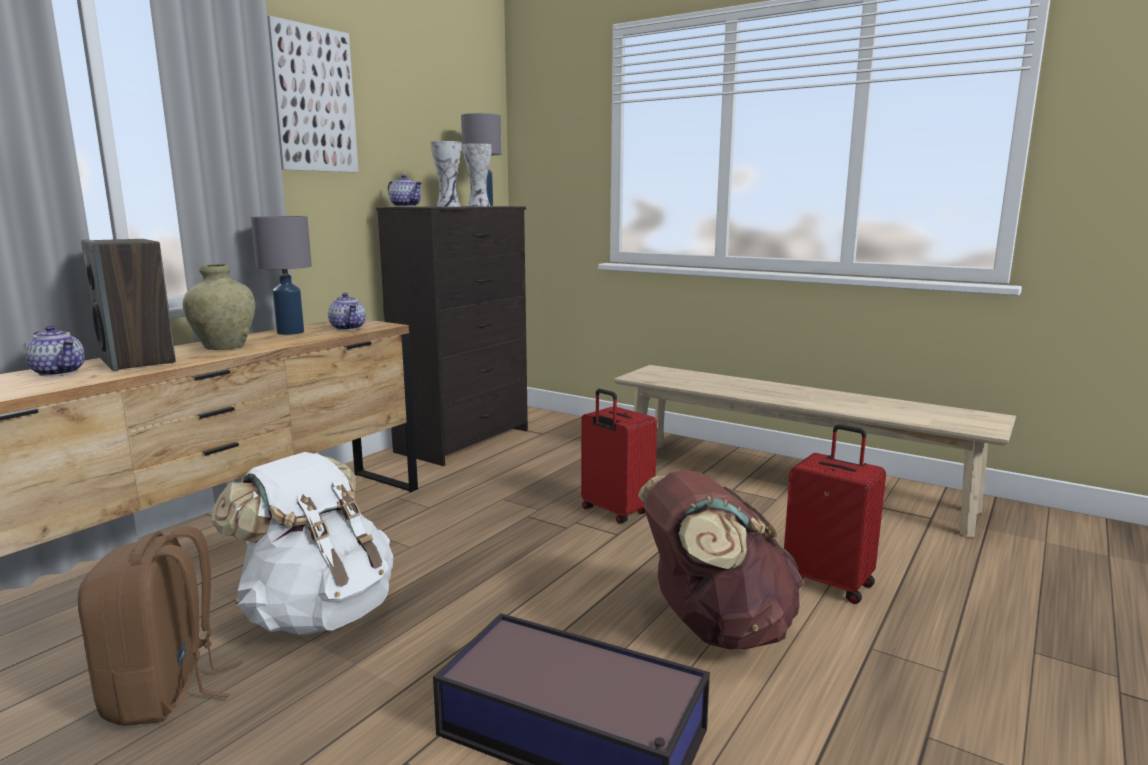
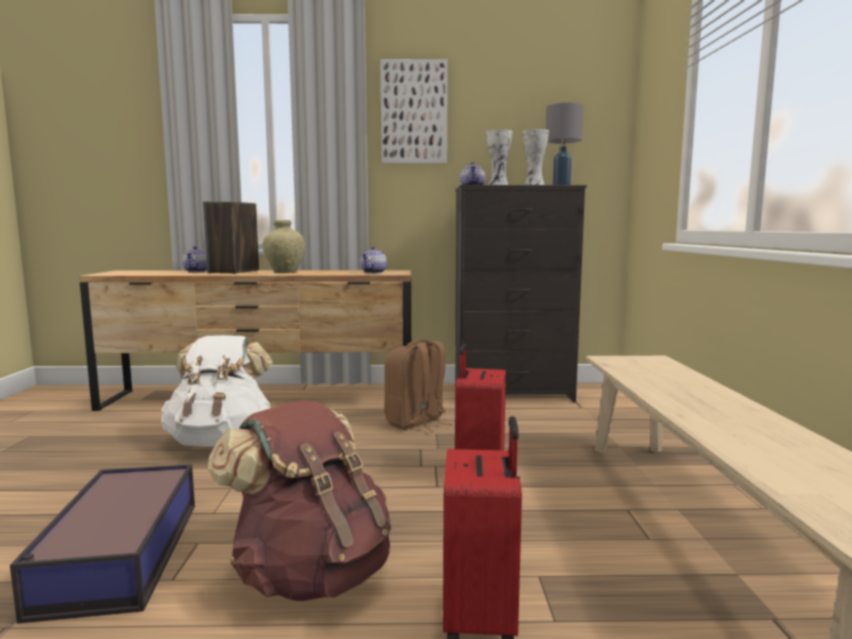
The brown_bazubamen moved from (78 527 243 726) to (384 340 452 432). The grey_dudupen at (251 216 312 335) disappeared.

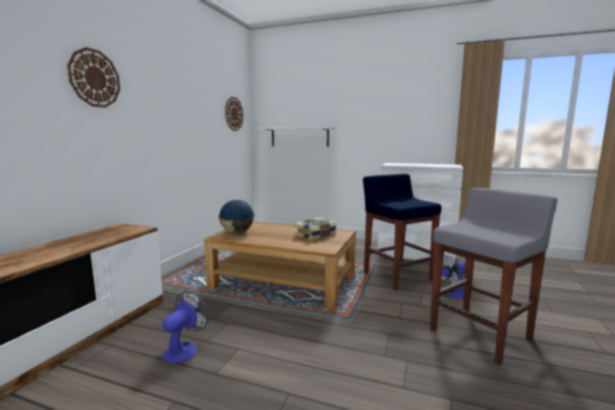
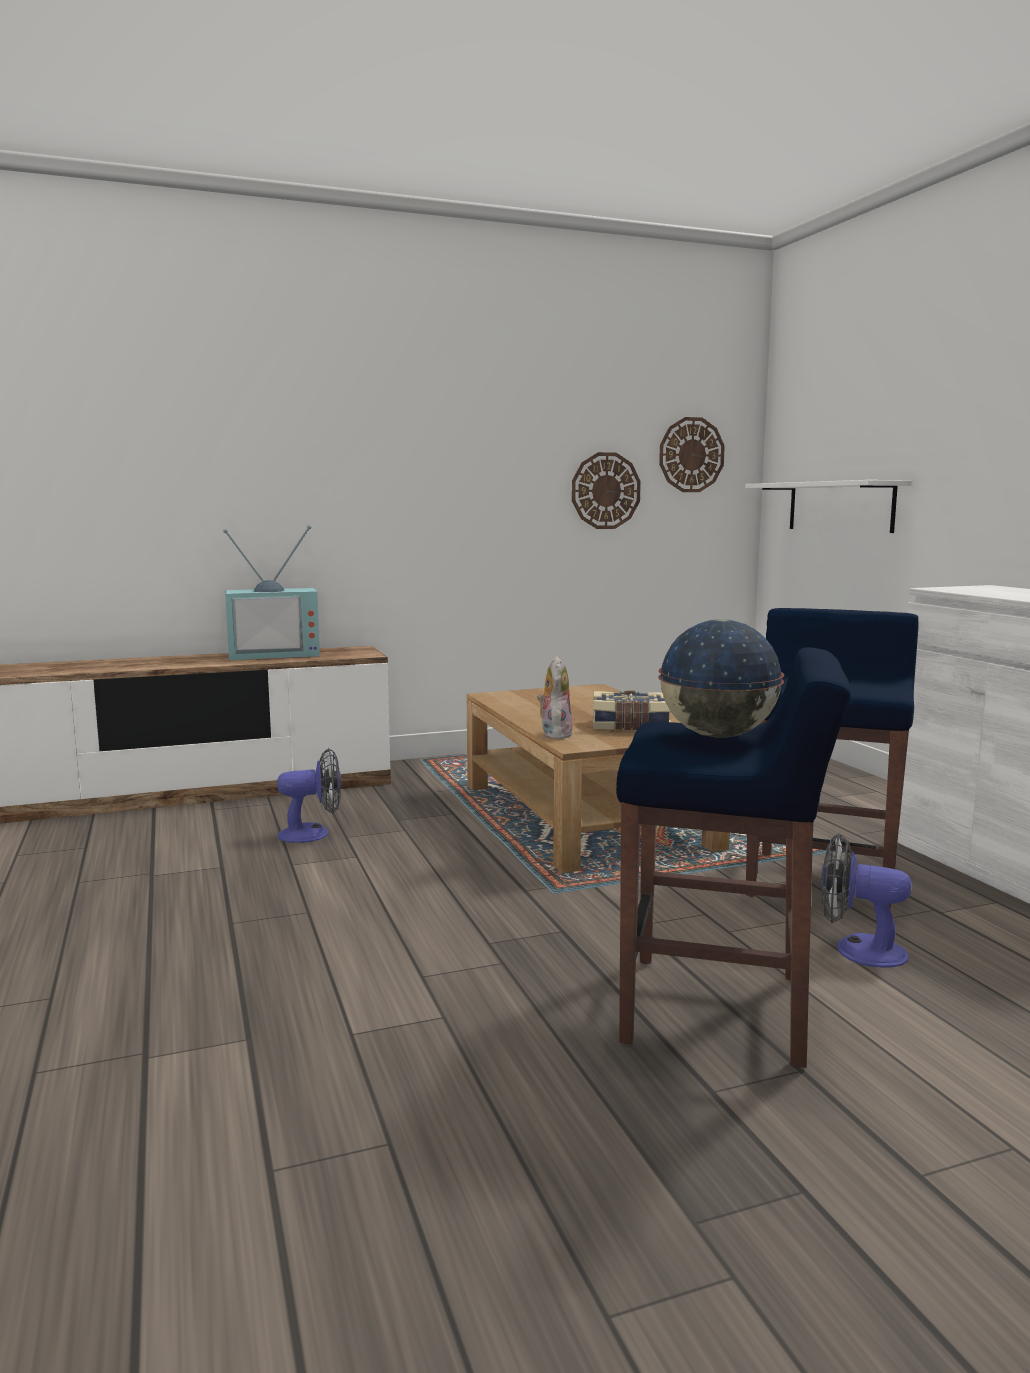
The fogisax moved from (67 47 120 108) to (572 452 641 529). The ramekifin moved from (219 200 254 234) to (658 619 784 738). The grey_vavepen at (430 188 558 365) became the blue_vavepen at (616 647 851 1068). The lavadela at (223 525 320 660) appeared. The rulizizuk at (537 657 573 739) appeared.

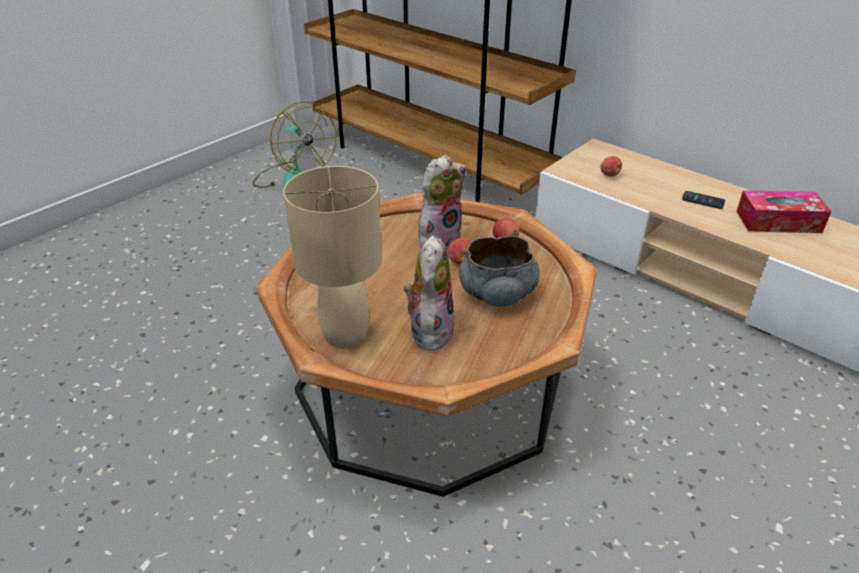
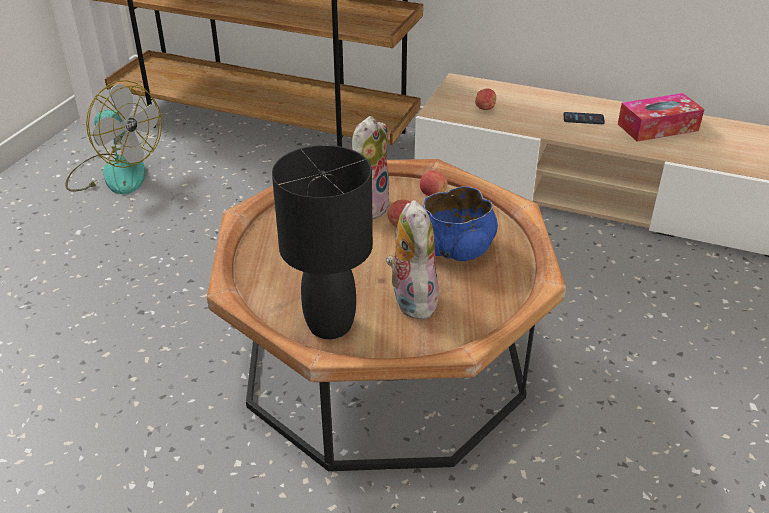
The beige_dudupen at (283 166 382 349) became the black_dudupen at (272 145 373 339). The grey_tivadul at (459 236 540 306) became the blue_tivadul at (423 187 498 261).

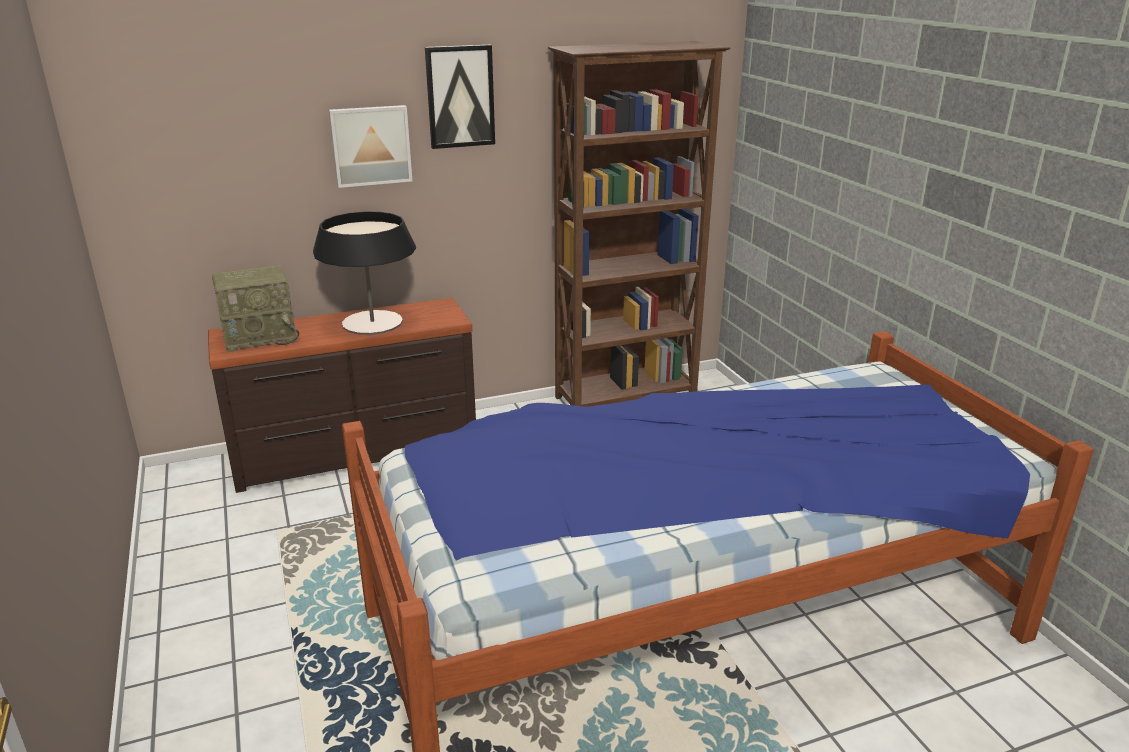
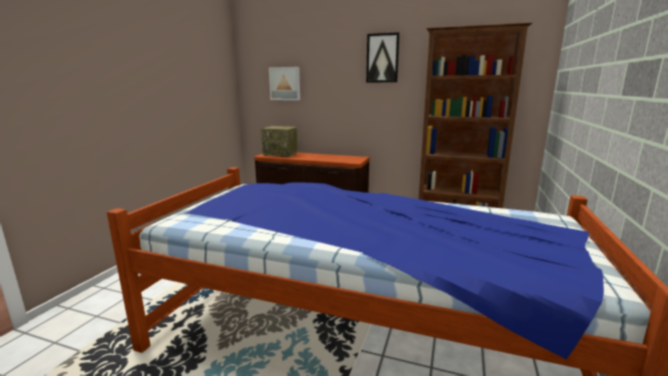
The dudupen at (313 212 416 335) disappeared. The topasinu moved from (329 105 412 188) to (269 67 300 100).

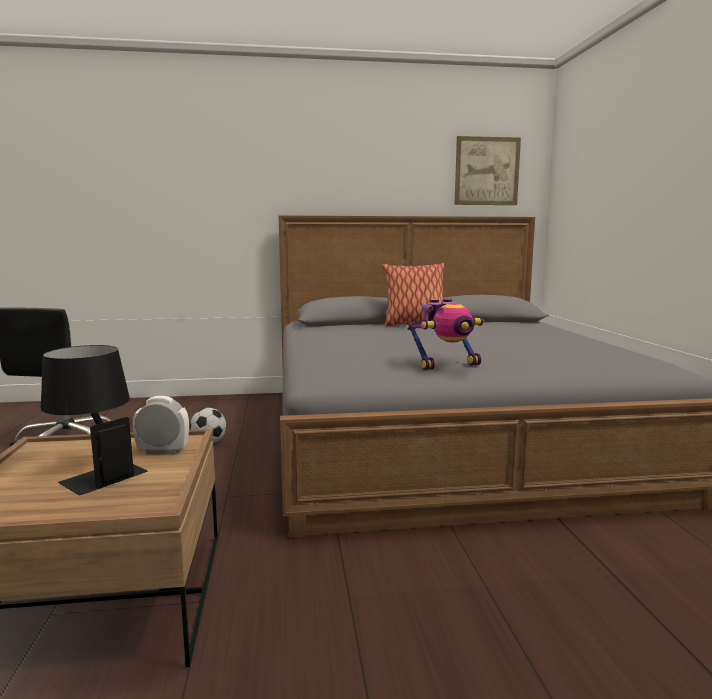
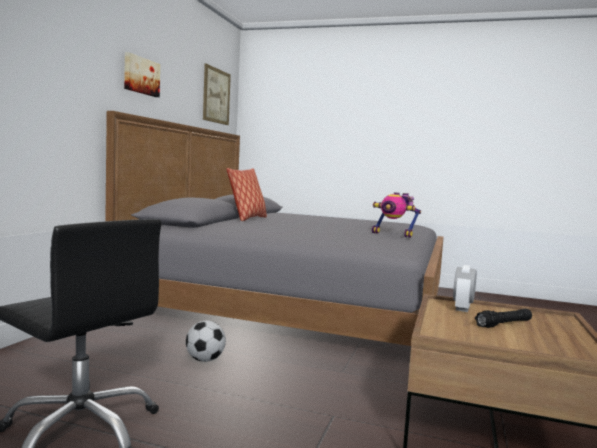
The black_dudupen at (41 345 147 495) was replaced by the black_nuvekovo at (475 309 532 328). The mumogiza at (407 299 484 370) turned 120 degrees clockwise. The topasinu at (124 52 160 97) appeared.

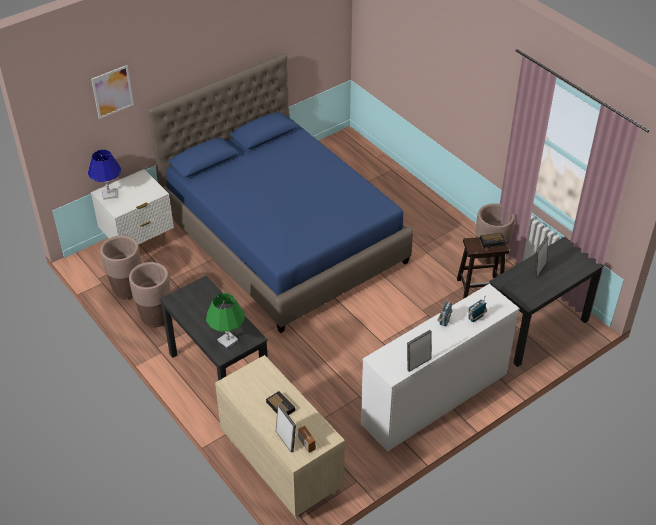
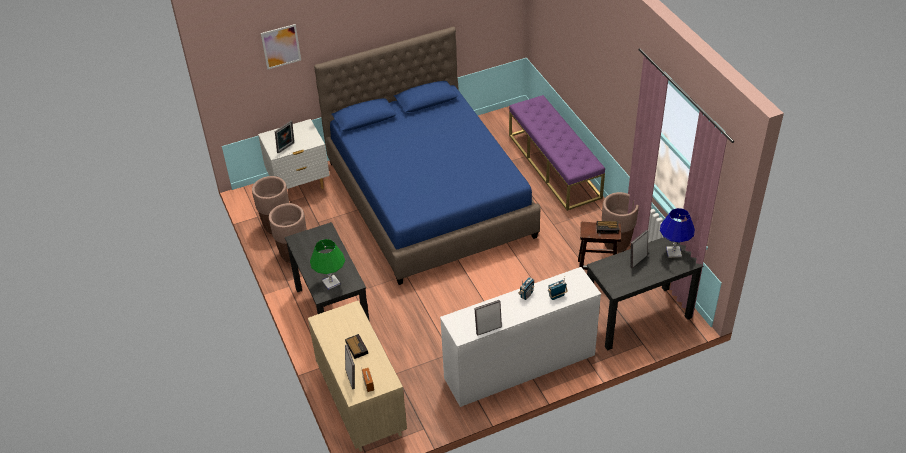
The blue_dudupen moved from (88 150 121 200) to (660 208 695 258). The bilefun at (275 121 294 154) appeared. The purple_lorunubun at (509 95 605 211) appeared.

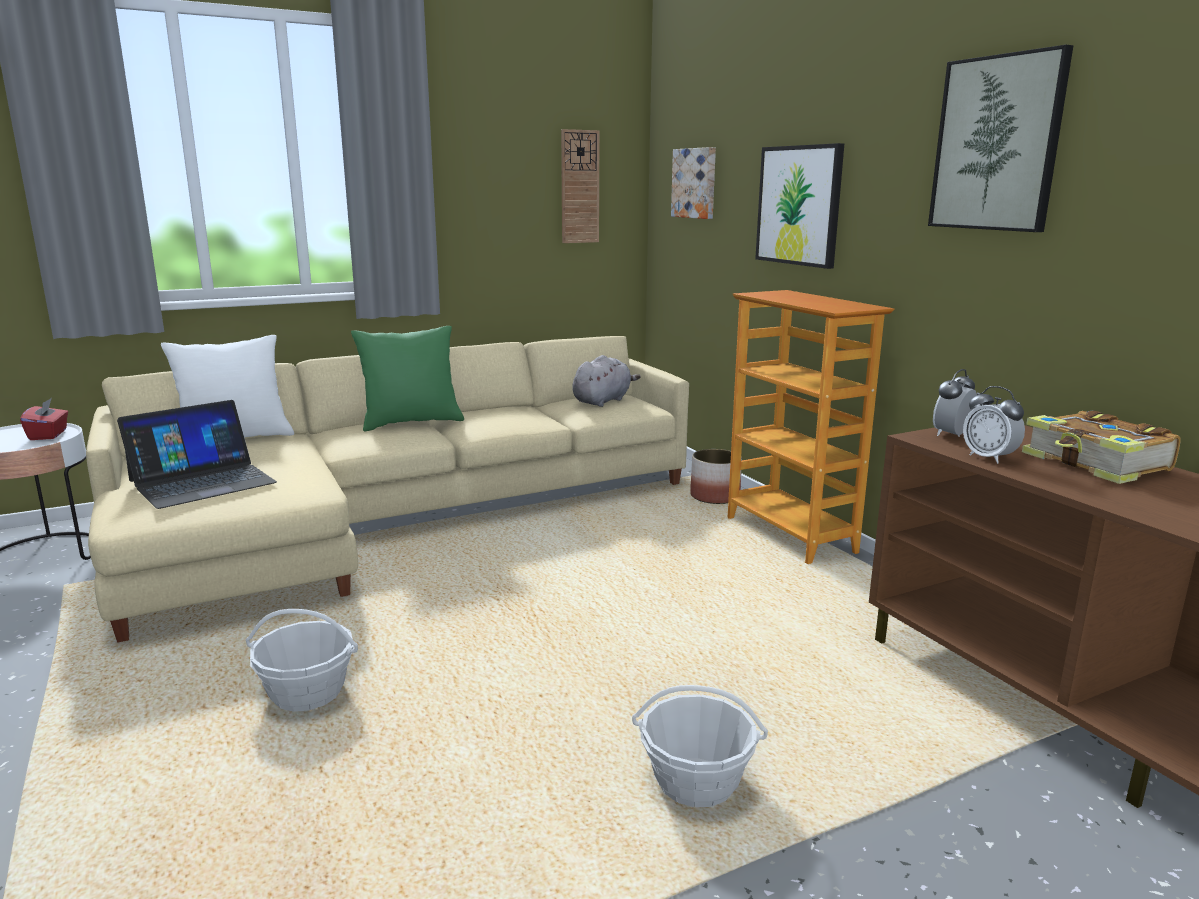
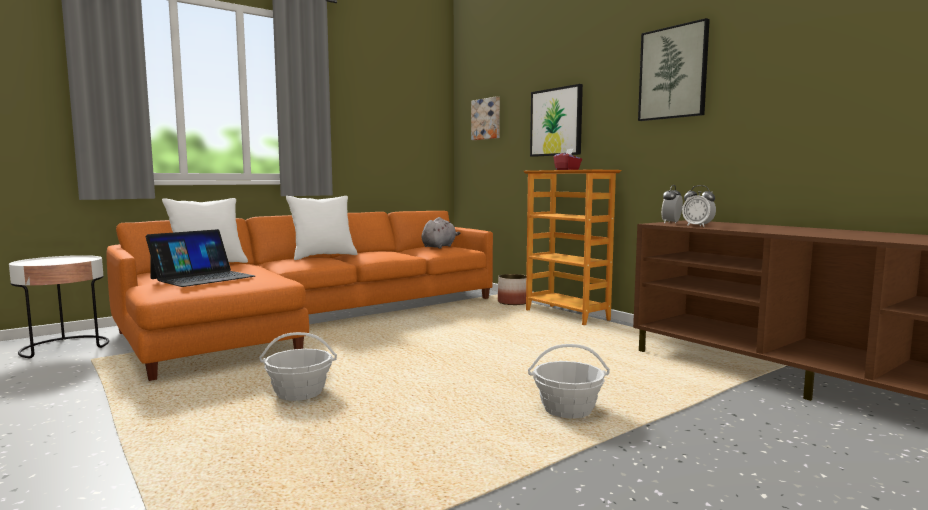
The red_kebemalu moved from (20 398 68 440) to (554 149 582 170). The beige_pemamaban at (86 336 689 643) became the orange_pemamaban at (107 211 493 381). The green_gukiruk at (351 326 464 431) became the white_gukiruk at (286 196 358 260). The fogisax at (561 129 599 243) disappeared. The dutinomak at (1022 410 1181 484) disappeared.

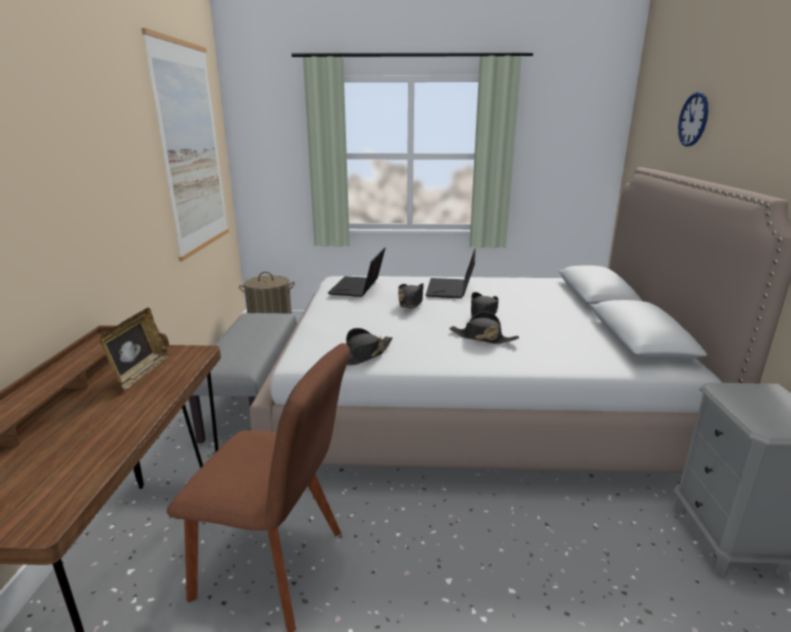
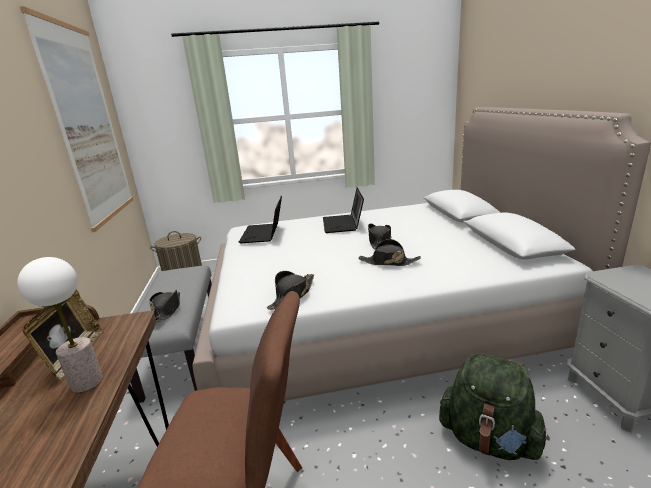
The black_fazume moved from (398 283 424 309) to (149 290 180 322). The fogisax at (678 92 708 147) disappeared. The dudupen at (17 257 103 393) appeared. The green_bazubamen at (439 353 550 460) appeared.

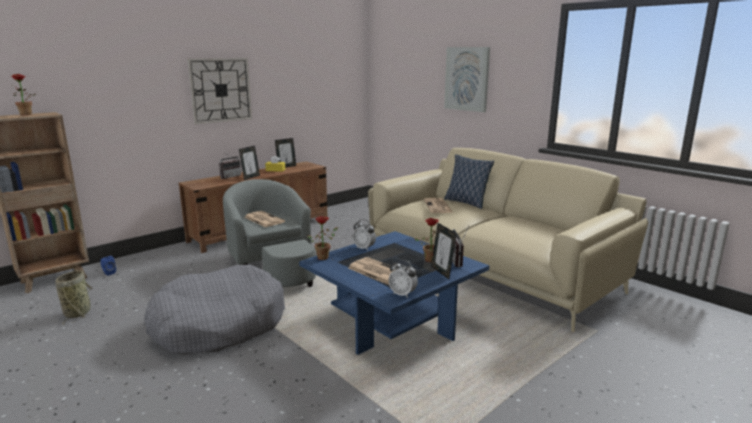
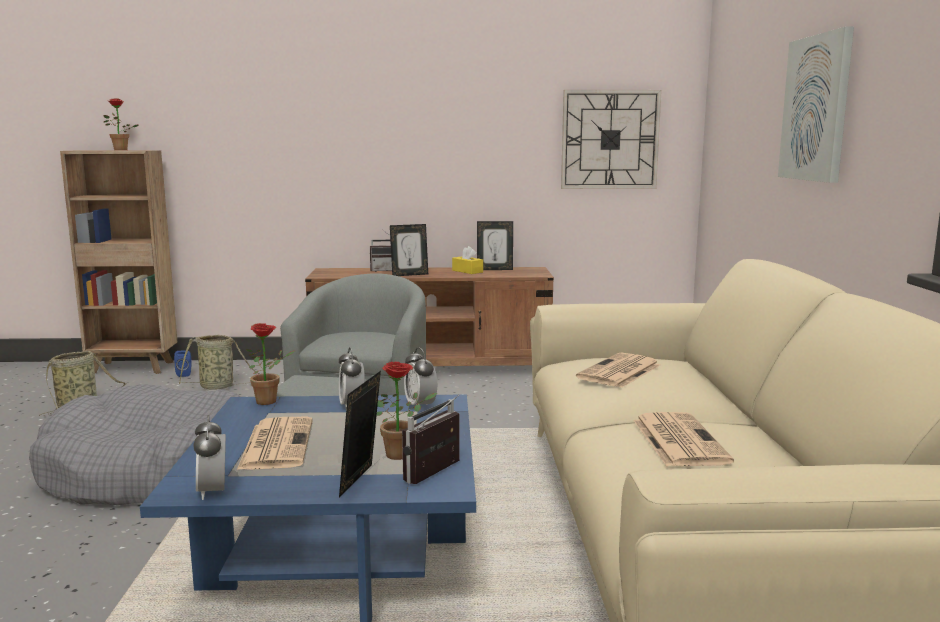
The fogisax moved from (187 58 252 124) to (561 90 662 189). The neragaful moved from (244 211 285 227) to (633 412 734 466). The gukiruk at (444 154 494 209) disappeared. The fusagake at (179 335 260 390) appeared. The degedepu at (404 347 437 405) appeared.

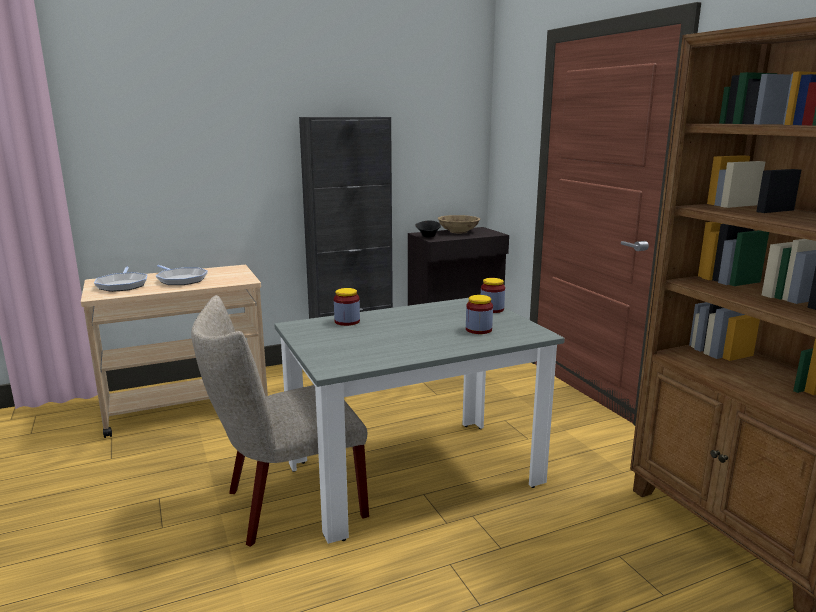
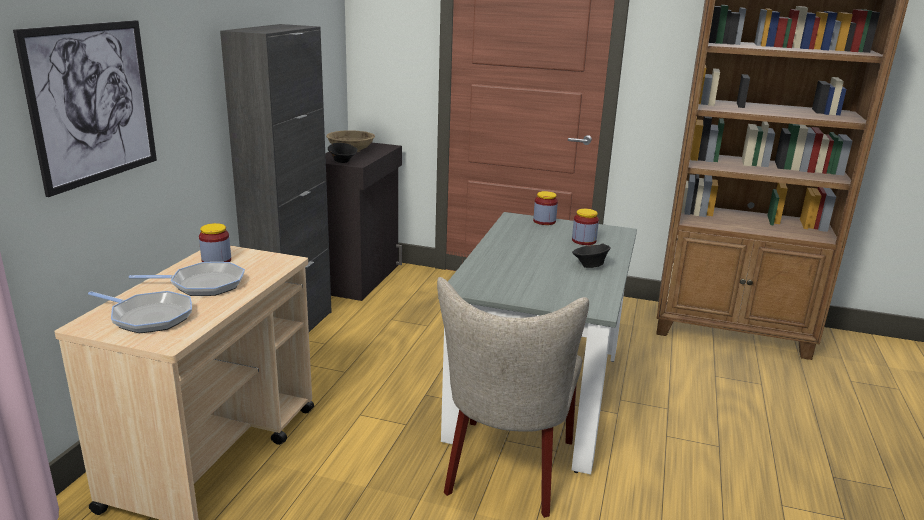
The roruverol moved from (334 288 360 326) to (199 223 231 262). The topasinu at (13 20 157 197) appeared. The black_tivadul at (572 244 611 268) appeared.

